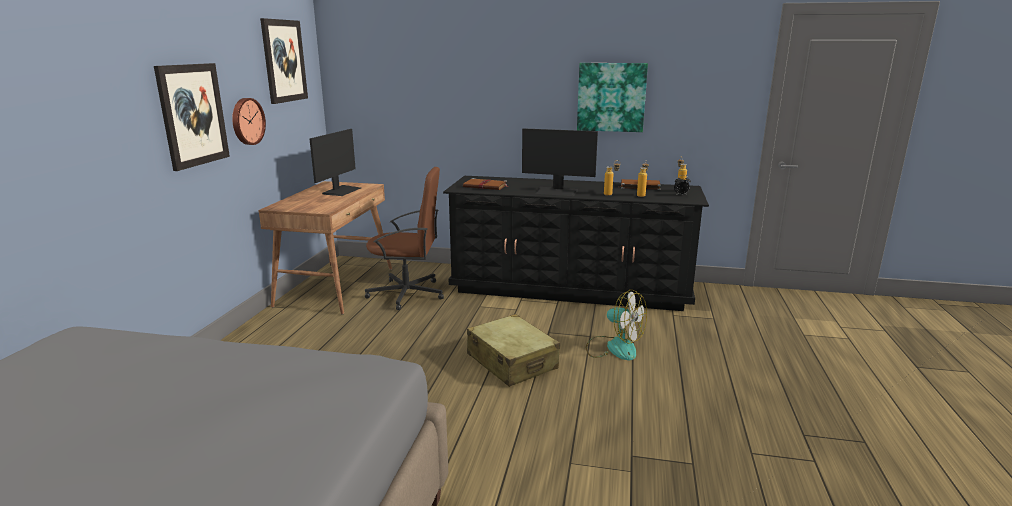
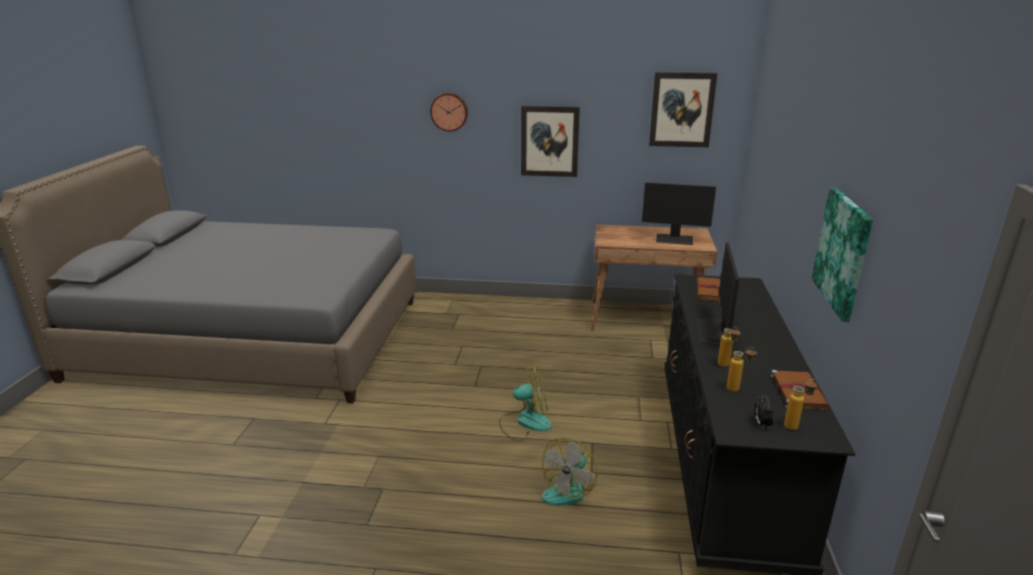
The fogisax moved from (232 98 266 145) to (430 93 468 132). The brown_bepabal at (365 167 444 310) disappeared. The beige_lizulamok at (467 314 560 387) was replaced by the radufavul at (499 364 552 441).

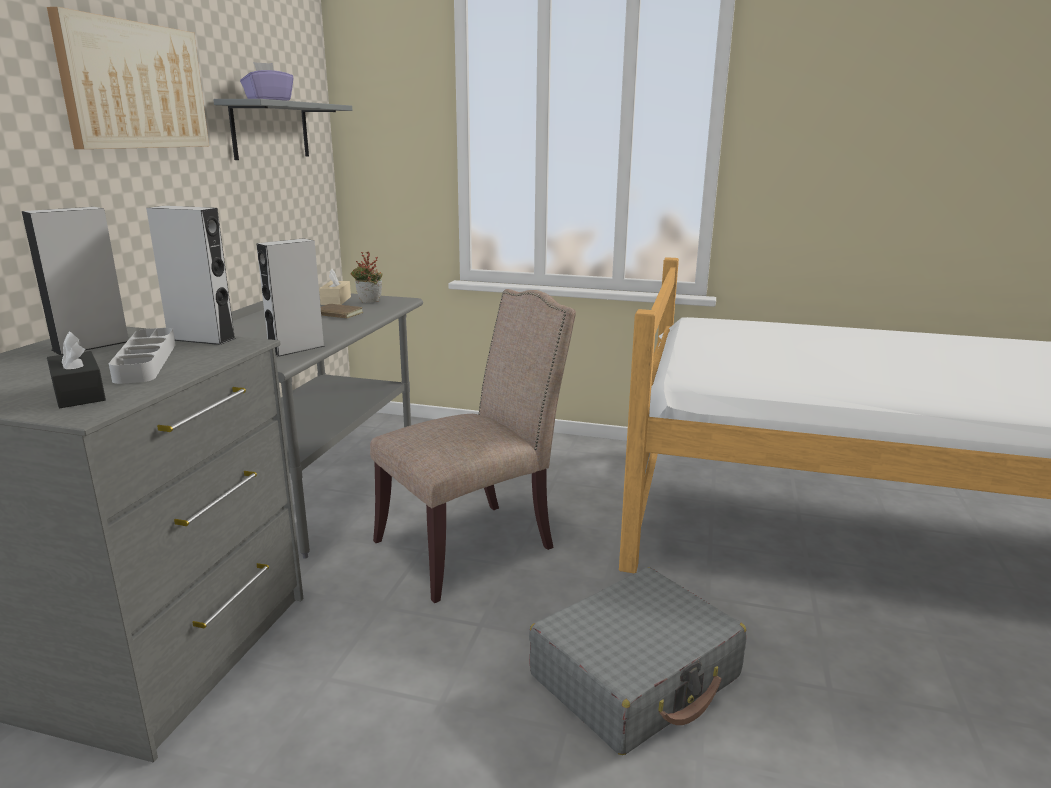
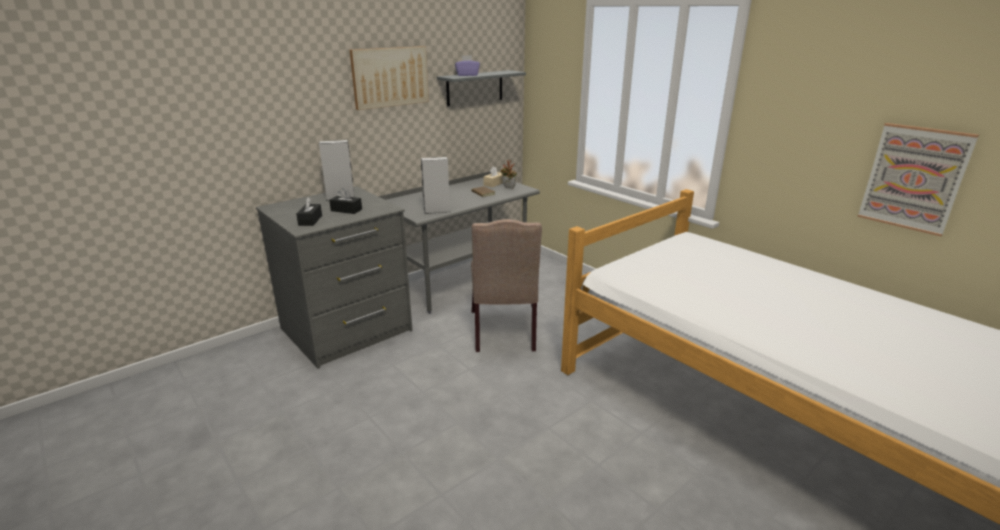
The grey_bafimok at (109 328 175 384) was replaced by the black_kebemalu at (329 188 362 214). The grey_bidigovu at (146 206 236 345) disappeared. The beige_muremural at (370 289 576 603) turned 90 degrees clockwise. The grey_lizulamok at (529 567 746 755) disappeared. The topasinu at (857 123 979 236) appeared.

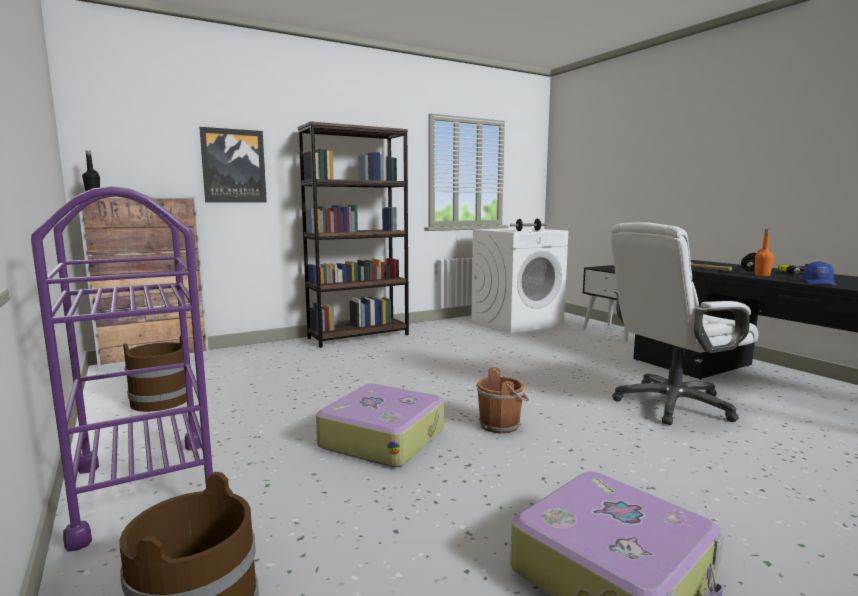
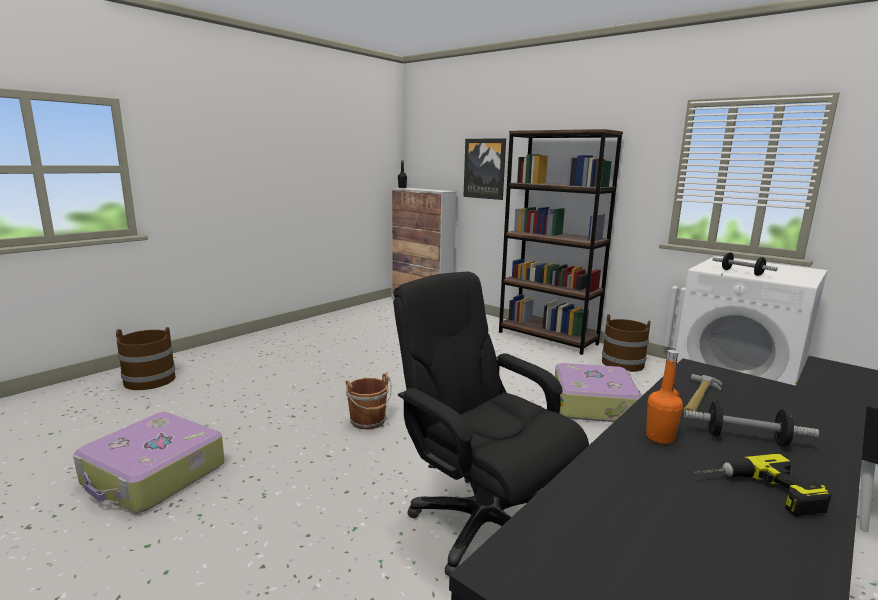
The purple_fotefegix at (31 186 213 552) disappeared. The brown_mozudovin moved from (123 335 187 412) to (602 314 651 372). The lizulamok moved from (316 384 444 468) to (555 363 643 422). The white_bepabal at (611 222 758 425) became the black_bepabal at (393 272 589 576). The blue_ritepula at (803 261 836 285) disappeared.

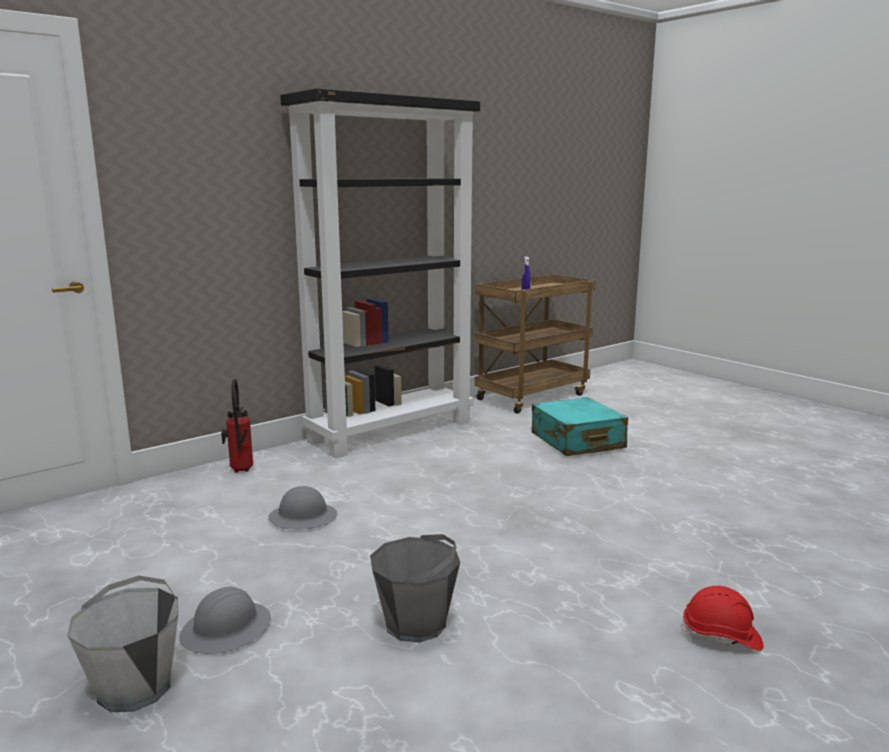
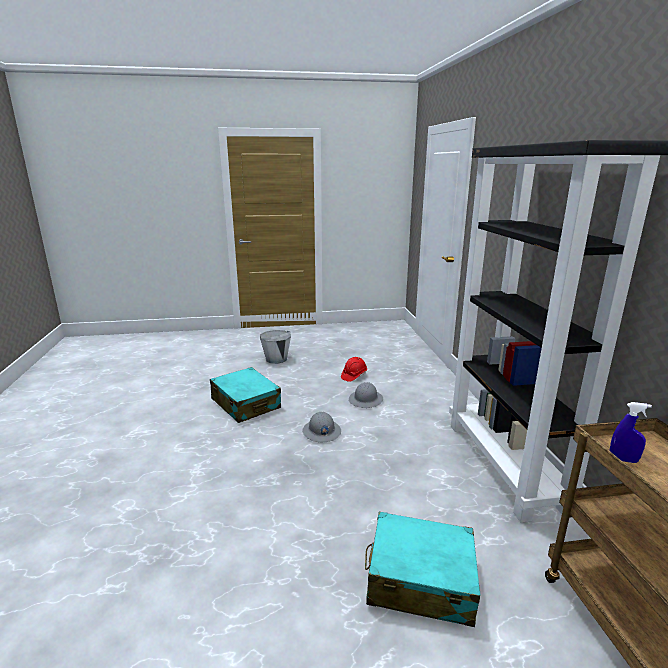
The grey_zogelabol moved from (179 587 271 654) to (302 412 341 442). The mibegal at (221 379 253 472) disappeared. The grey_mozudovin at (370 534 460 643) was replaced by the turquoise_lizulamok at (210 367 281 423). The red_zogelabol moved from (681 586 764 651) to (341 357 367 382).

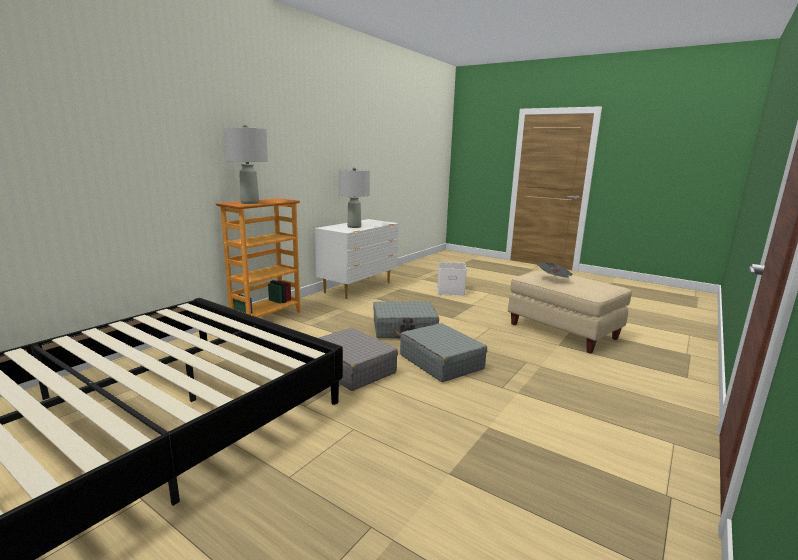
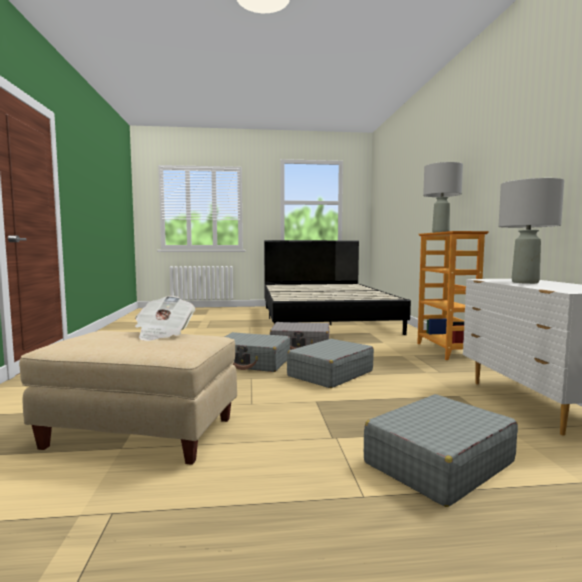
The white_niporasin at (437 262 467 296) was replaced by the grey_lizulamok at (364 394 518 507).

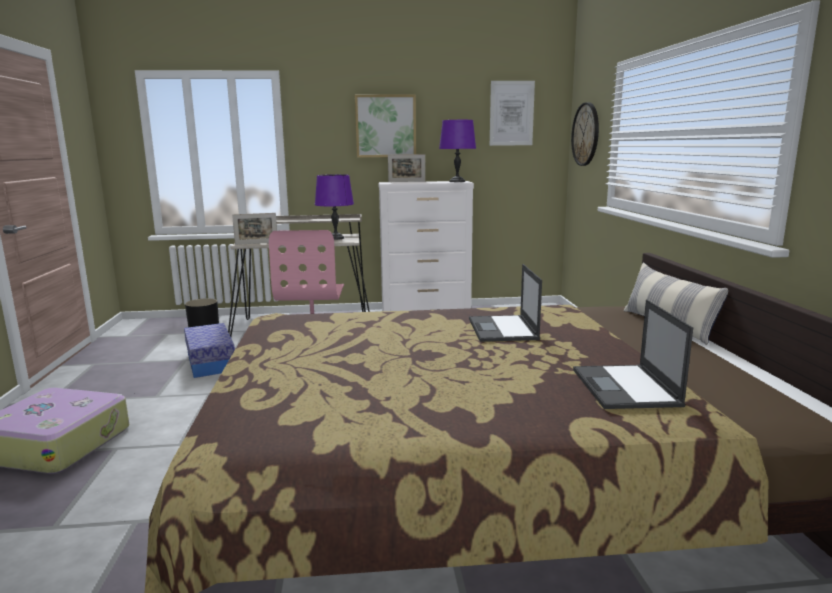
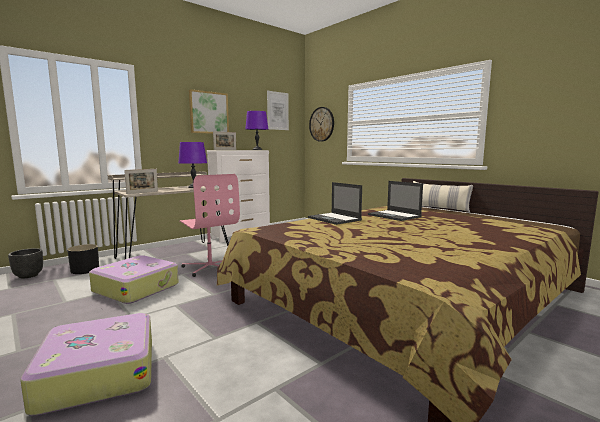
The niporasin at (184 323 235 378) was replaced by the lizulamok at (89 255 179 304). The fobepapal moved from (573 299 693 409) to (308 182 362 225). The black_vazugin at (8 248 43 279) appeared.

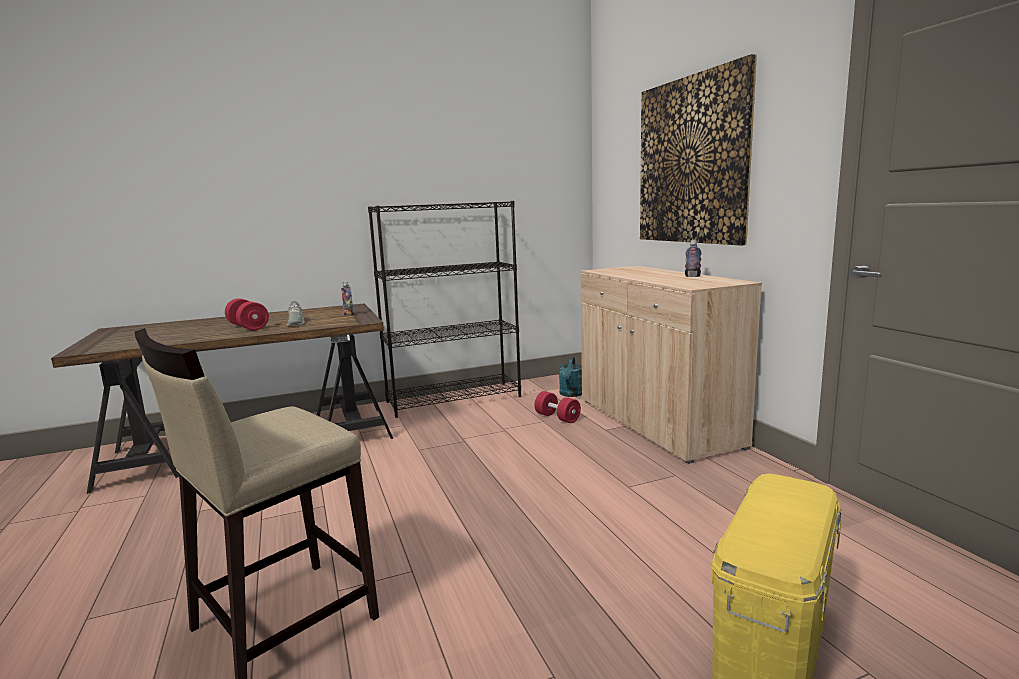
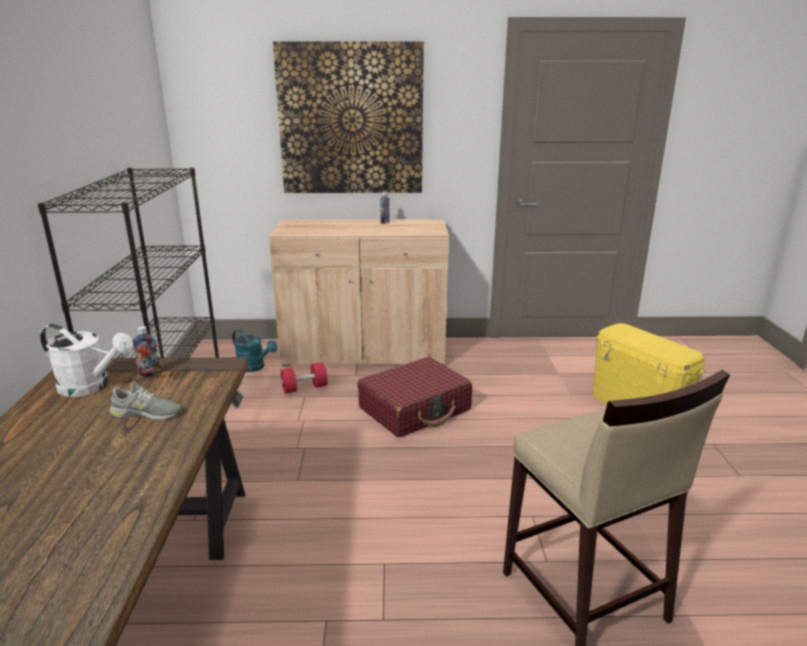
The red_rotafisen at (225 299 269 330) disappeared. The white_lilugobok at (40 324 133 397) appeared. The red_lizulamok at (357 357 472 438) appeared.

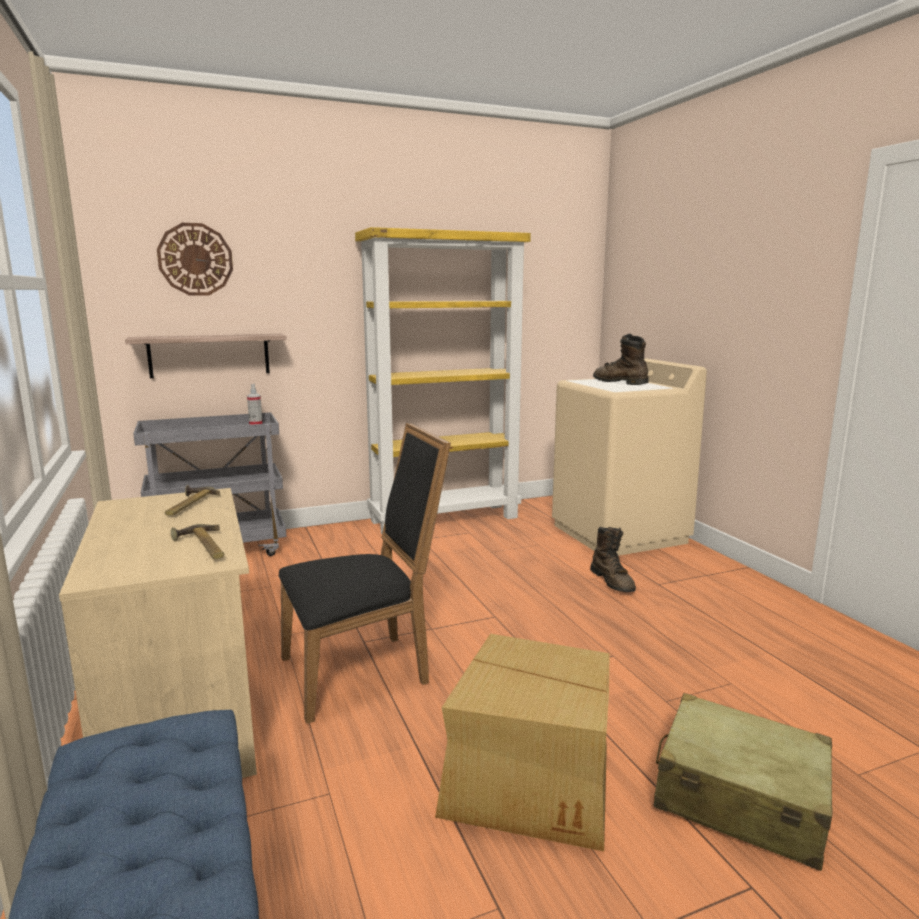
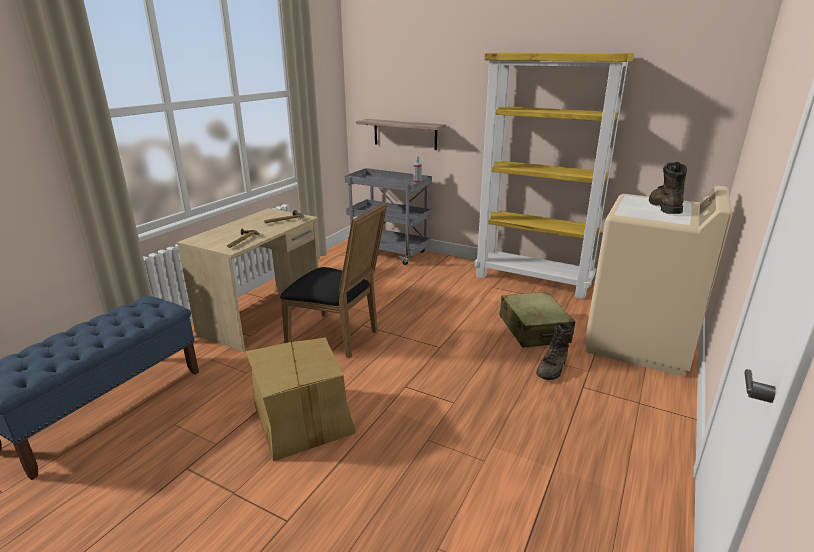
The fogisax at (157 223 233 296) disappeared. The beige_lizulamok moved from (654 693 833 871) to (499 292 576 348).

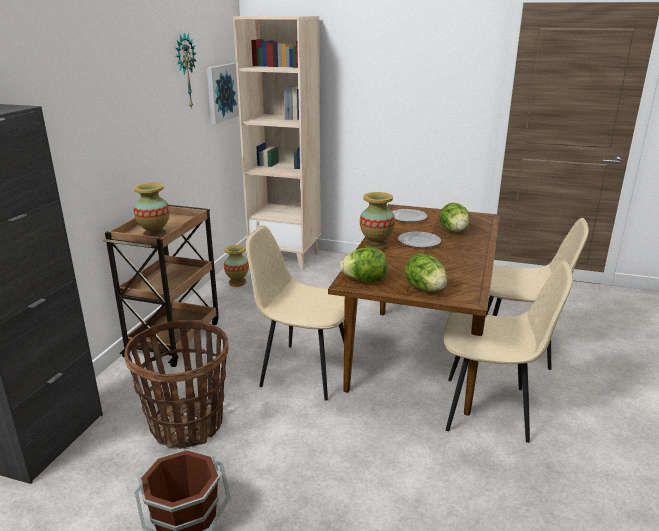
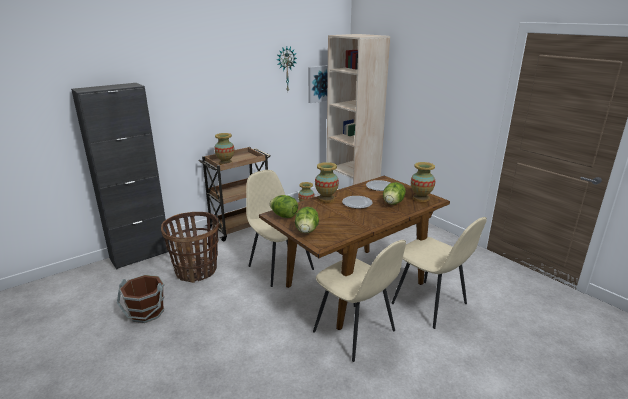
The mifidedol at (411 162 435 202) appeared.

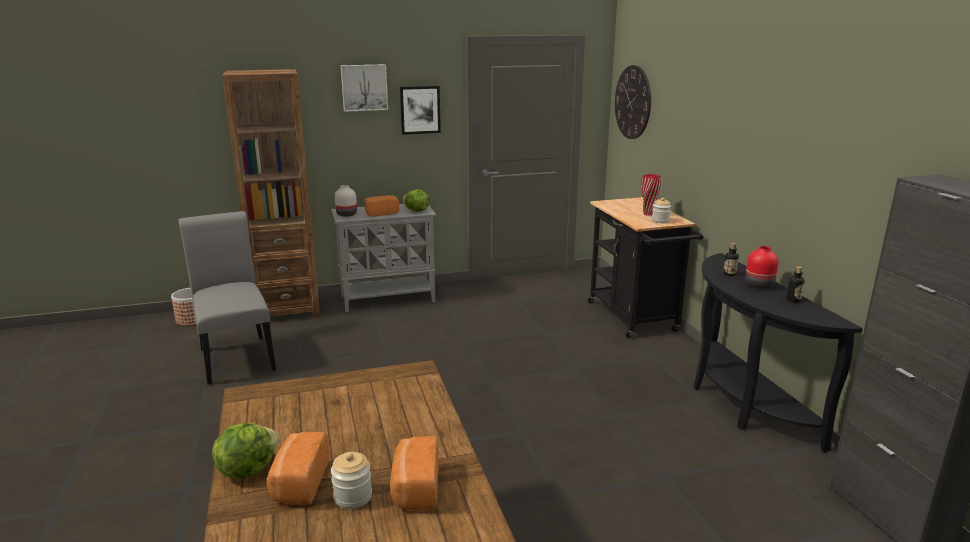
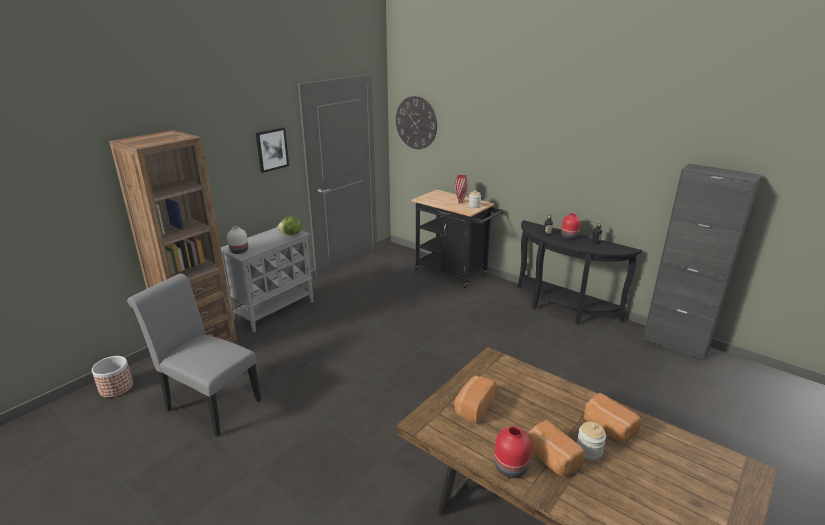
The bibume at (212 423 280 479) was replaced by the red_mifidedol at (494 426 532 478). The topasinu at (341 64 388 112) disappeared. The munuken moved from (364 195 399 217) to (454 376 496 423).

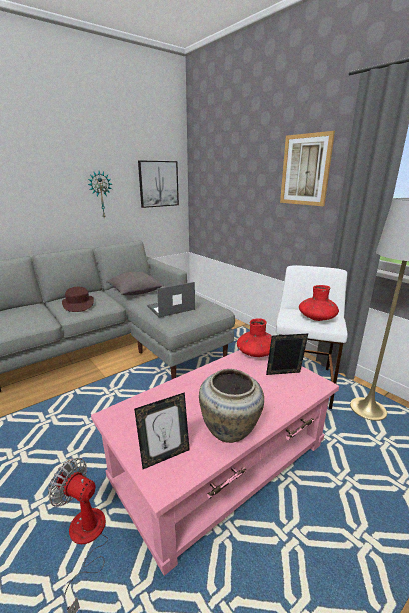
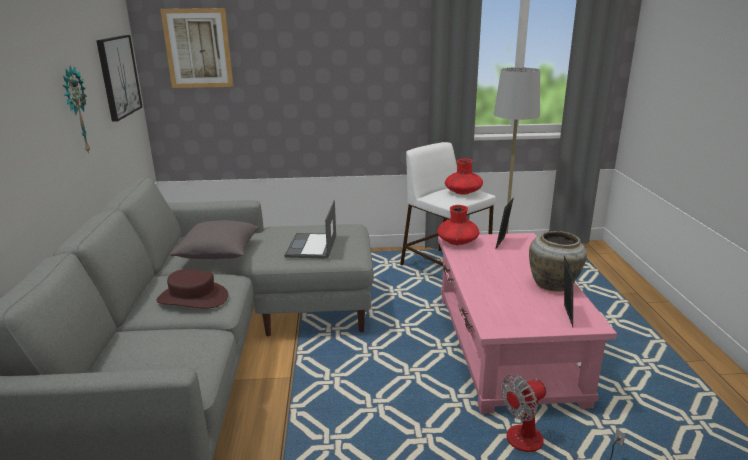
The topasinu moved from (280 131 335 206) to (160 8 233 88).

